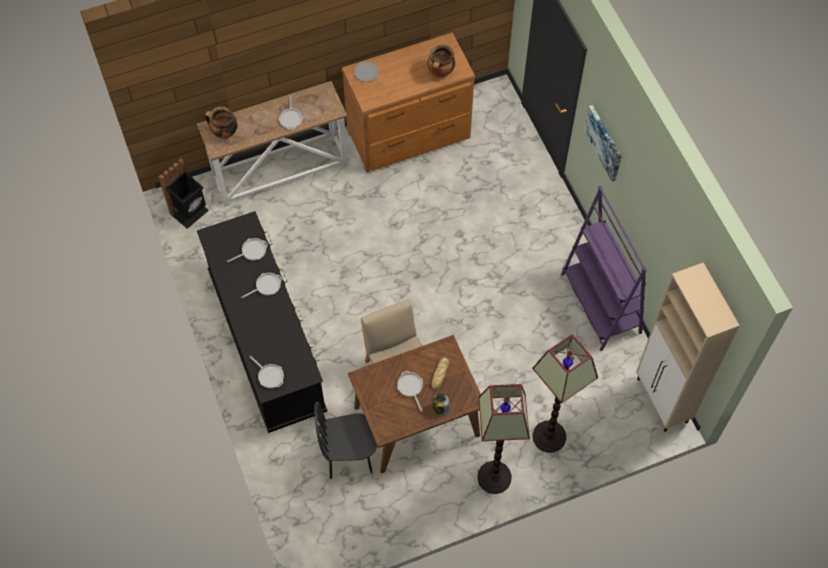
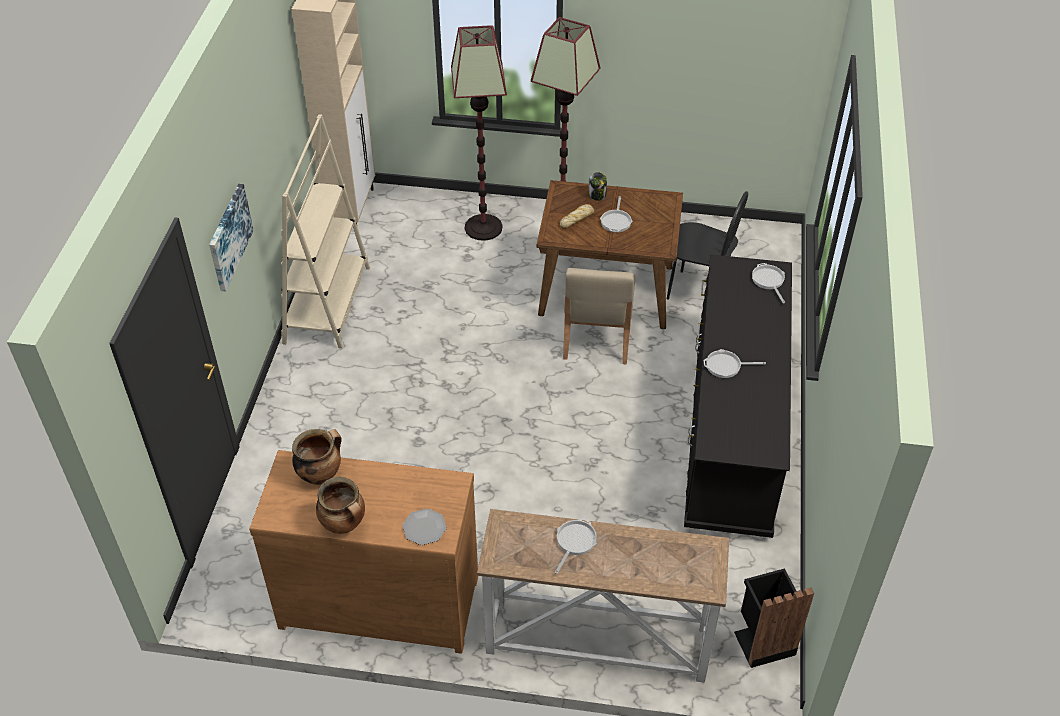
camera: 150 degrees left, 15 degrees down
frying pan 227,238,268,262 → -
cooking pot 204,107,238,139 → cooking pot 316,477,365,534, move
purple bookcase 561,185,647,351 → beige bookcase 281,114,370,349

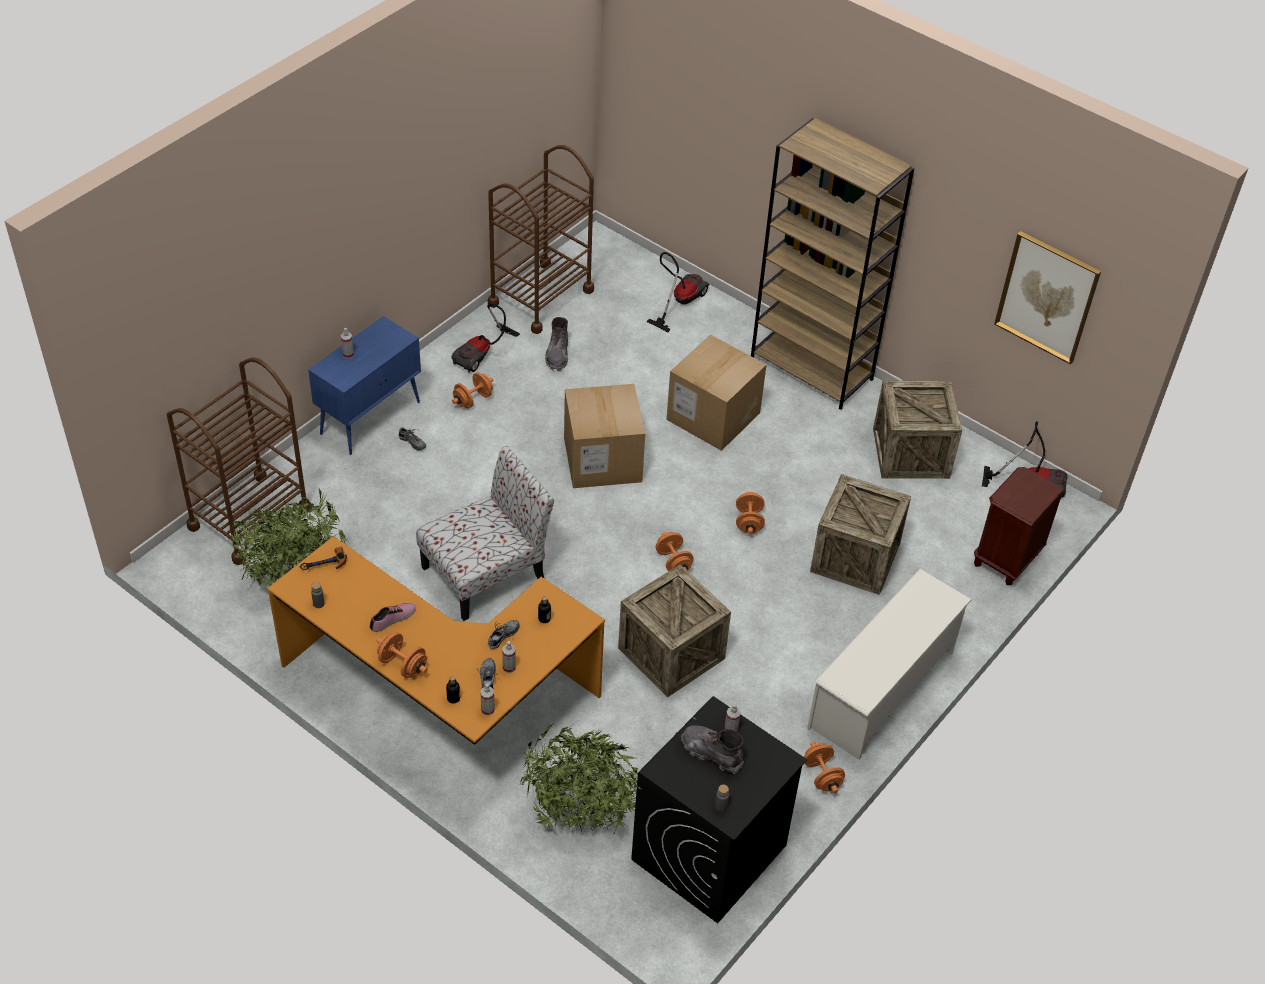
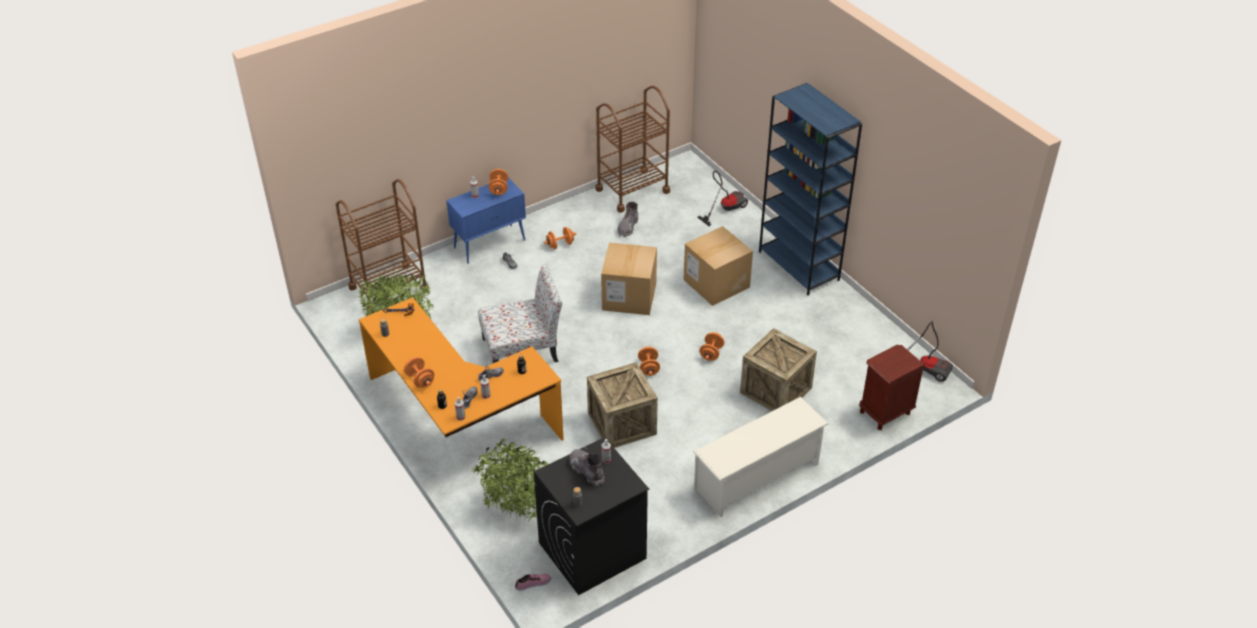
camera: 20 degrees right, 5 degrees down
vacuum cleaner 451,303,520,373 → -
crate 873,380,962,479 → -
picture 994,231,1101,364 → -
shoe 370,603,416,632 → shoe 515,574,551,591, move
orange dumbbell 804,742,845,793 → orange dumbbell 489,169,508,195, move
brown bookcase 751,118,914,410 → blue bookcase 759,83,862,296

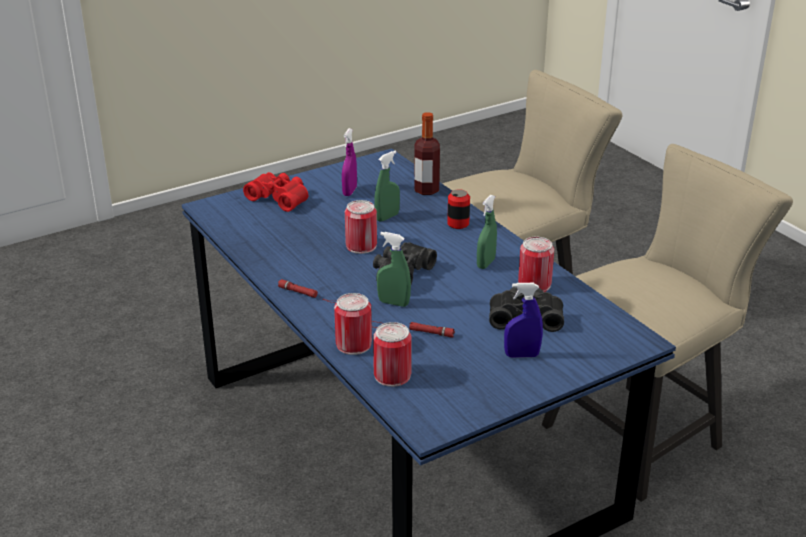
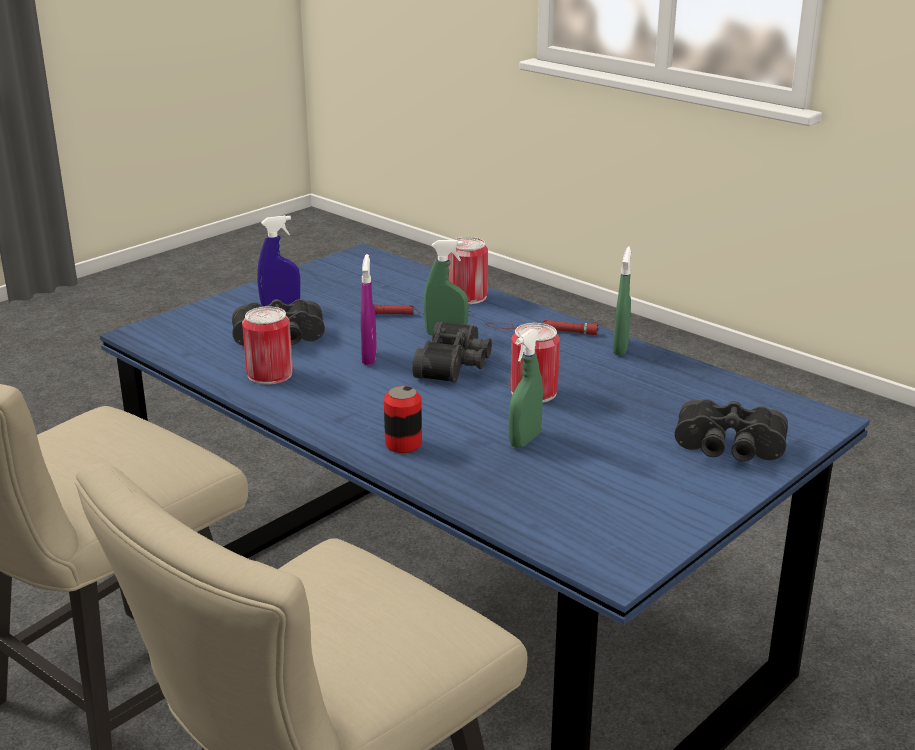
camera: 165 degrees right, 5 degrees down
can 373,322,412,387 → -
bottle 414,112,440,195 → -
purple spray bottle 342,128,357,196 → purple spray bottle 361,254,377,365, move
green spray bottle 477,195,497,269 → green spray bottle 613,247,631,355, move
red binoculars 243,172,308,212 → black binoculars 674,399,788,462

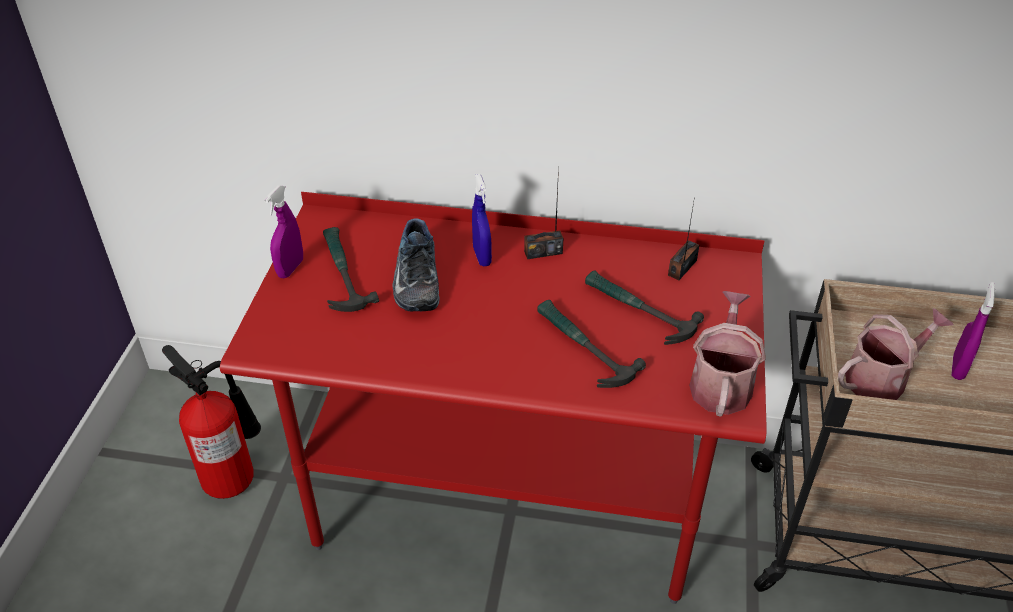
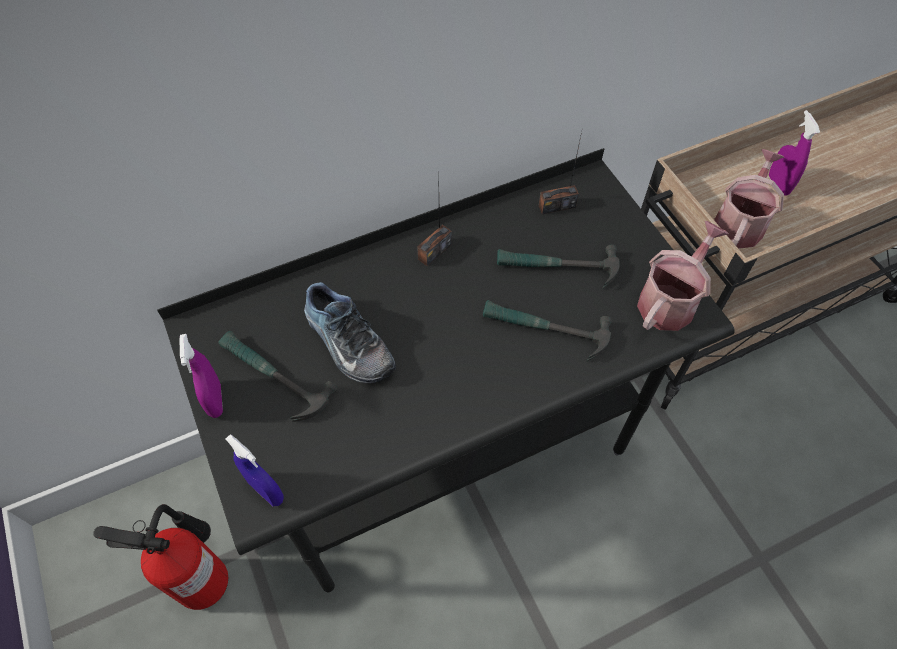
camera: 35 degrees left, 15 degrees up
blue spray bottle 472,174,492,266 → blue spray bottle 226,434,284,506, move
red desk 220,192,767,604 → black desk 157,148,735,592
radio 668,197,699,280 → radio 539,132,582,214, 105 degrees counterclockwise
watering can 689,291,766,417 → watering can 637,221,729,331, 60 degrees clockwise

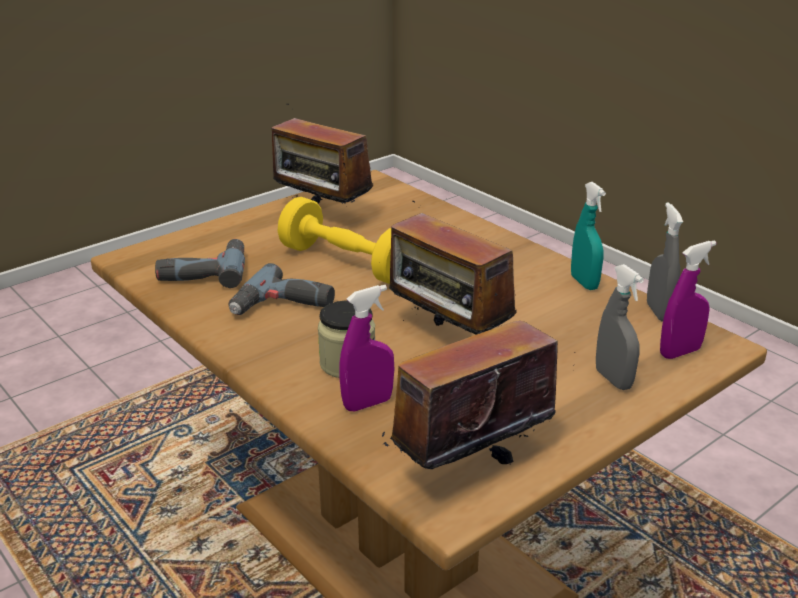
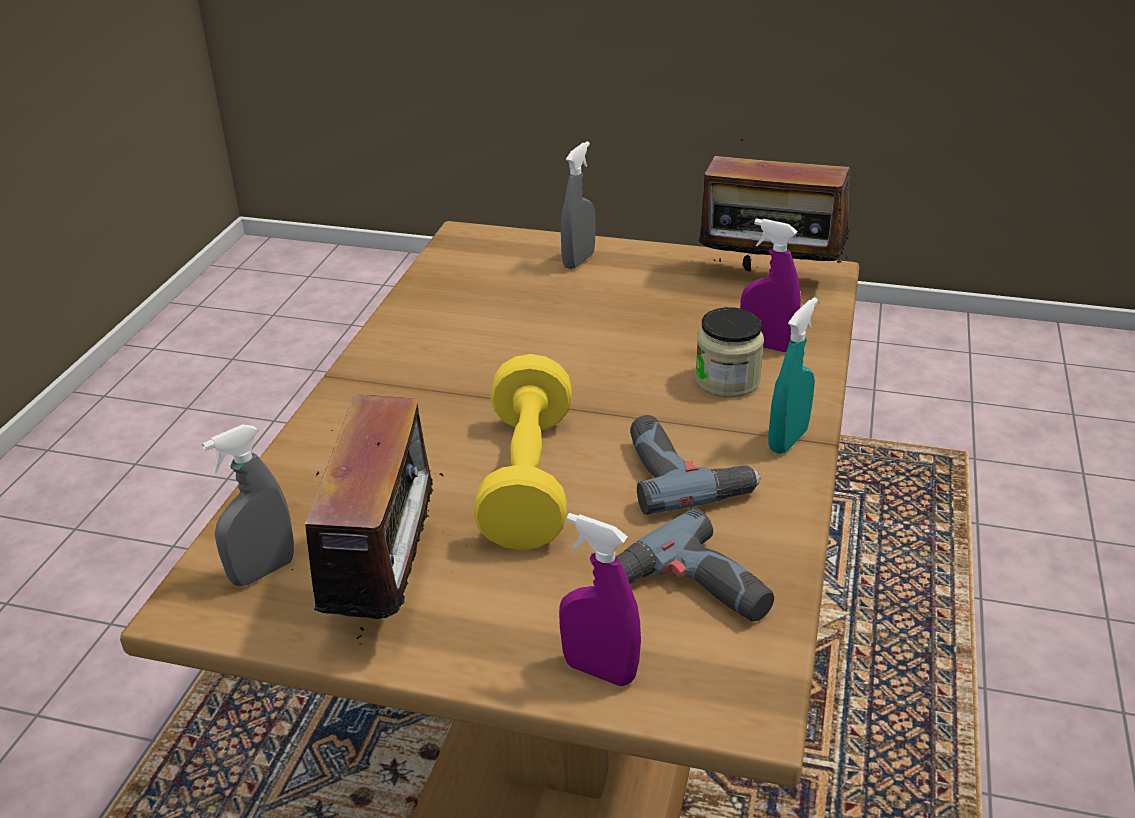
camera: 125 degrees left, 5 degrees up
radio 389,201,517,335 → -
turquoise spray bottle 571,182,606,290 → turquoise spray bottle 768,298,818,454, move
grey spray bottle 647,202,683,322 → grey spray bottle 202,424,294,586, move
purple spray bottle 660,241,716,359 → purple spray bottle 559,513,641,686, move

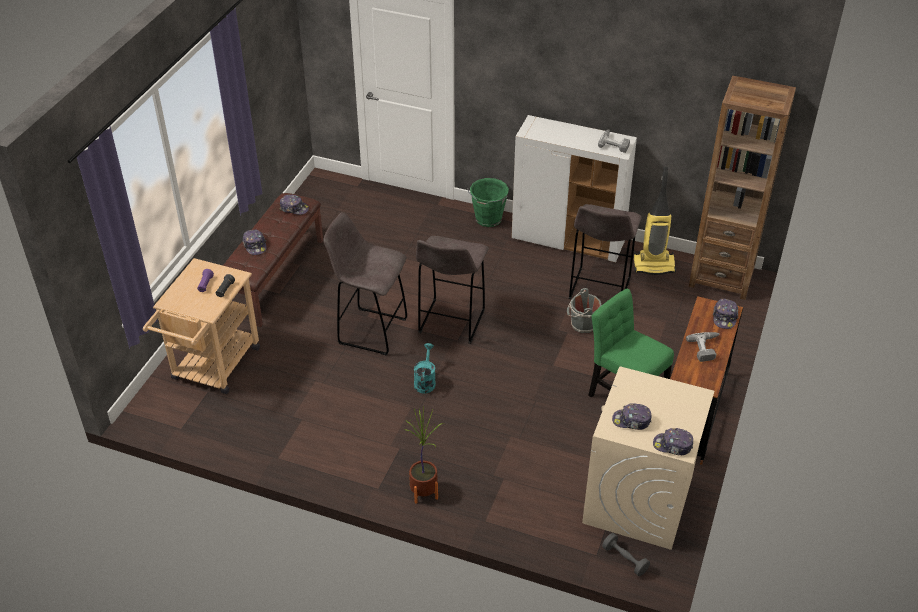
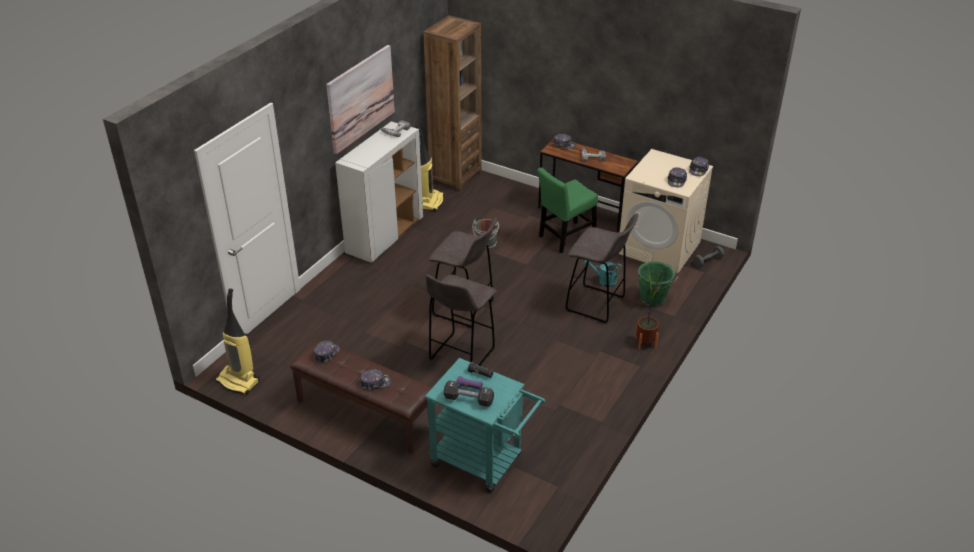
camera: 80 degrees left, 5 degrees down
- → vacuum cleaner 215,288,260,395
- → picture 326,45,395,154
- → black dumbbell 444,380,494,407
turquoise watering can 414,343,436,394 → turquoise watering can 584,260,623,287, move
green bucket 467,178,509,227 → green bucket 638,261,678,307, move
grey stool 569,204,642,299 → grey stool 566,214,638,324, move
beige cart 143,258,260,394 → turquoise cart 424,358,545,493

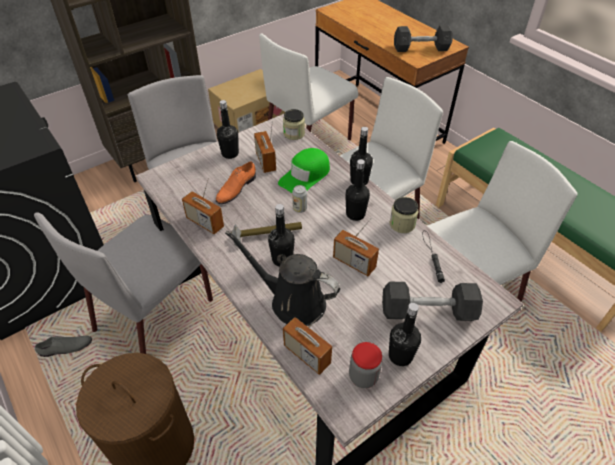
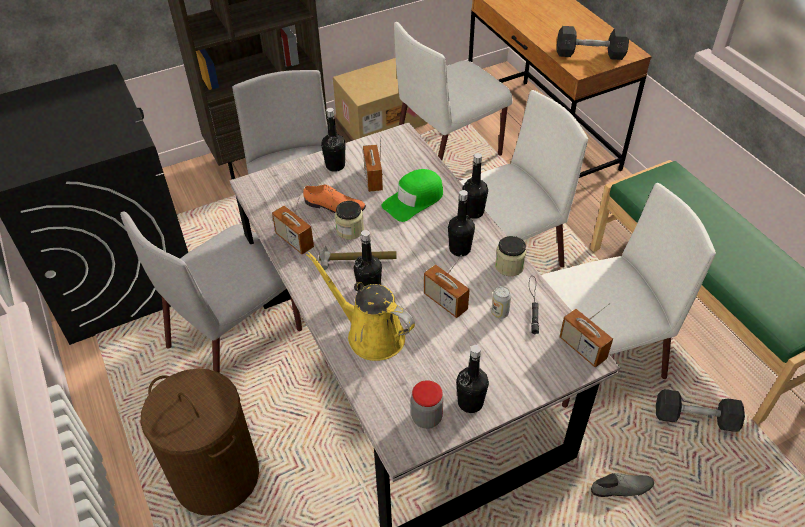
camera: 10 degrees right, 0 degrees up
grey shoe 35,336,92,357 → grey shoe 591,473,654,497, move
jar 283,109,305,140 → jar 335,201,364,240, move
radio 283,313,332,375 → radio 560,303,613,367, move
can 292,185,307,213 → can 491,286,511,319, move
grey dumbbell 382,282,483,321 → grey dumbbell 656,389,745,432, move
black watering can 225,230,340,326 → yellow watering can 306,252,415,361
orange shoe 216,161,256,204 → orange shoe 303,184,366,213, 120 degrees counterclockwise

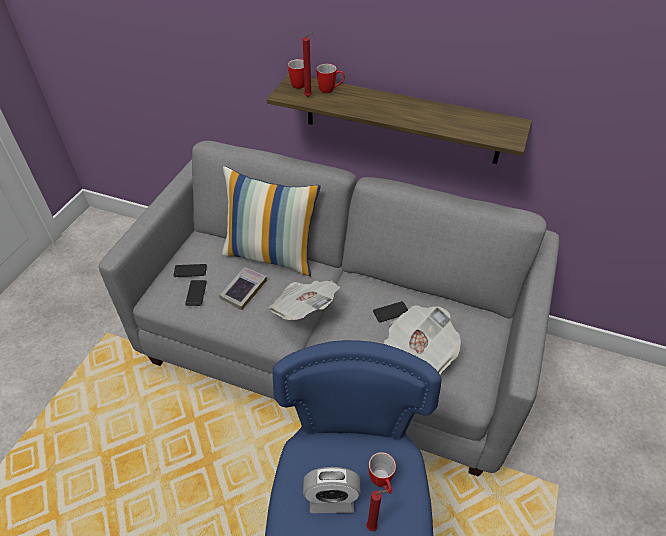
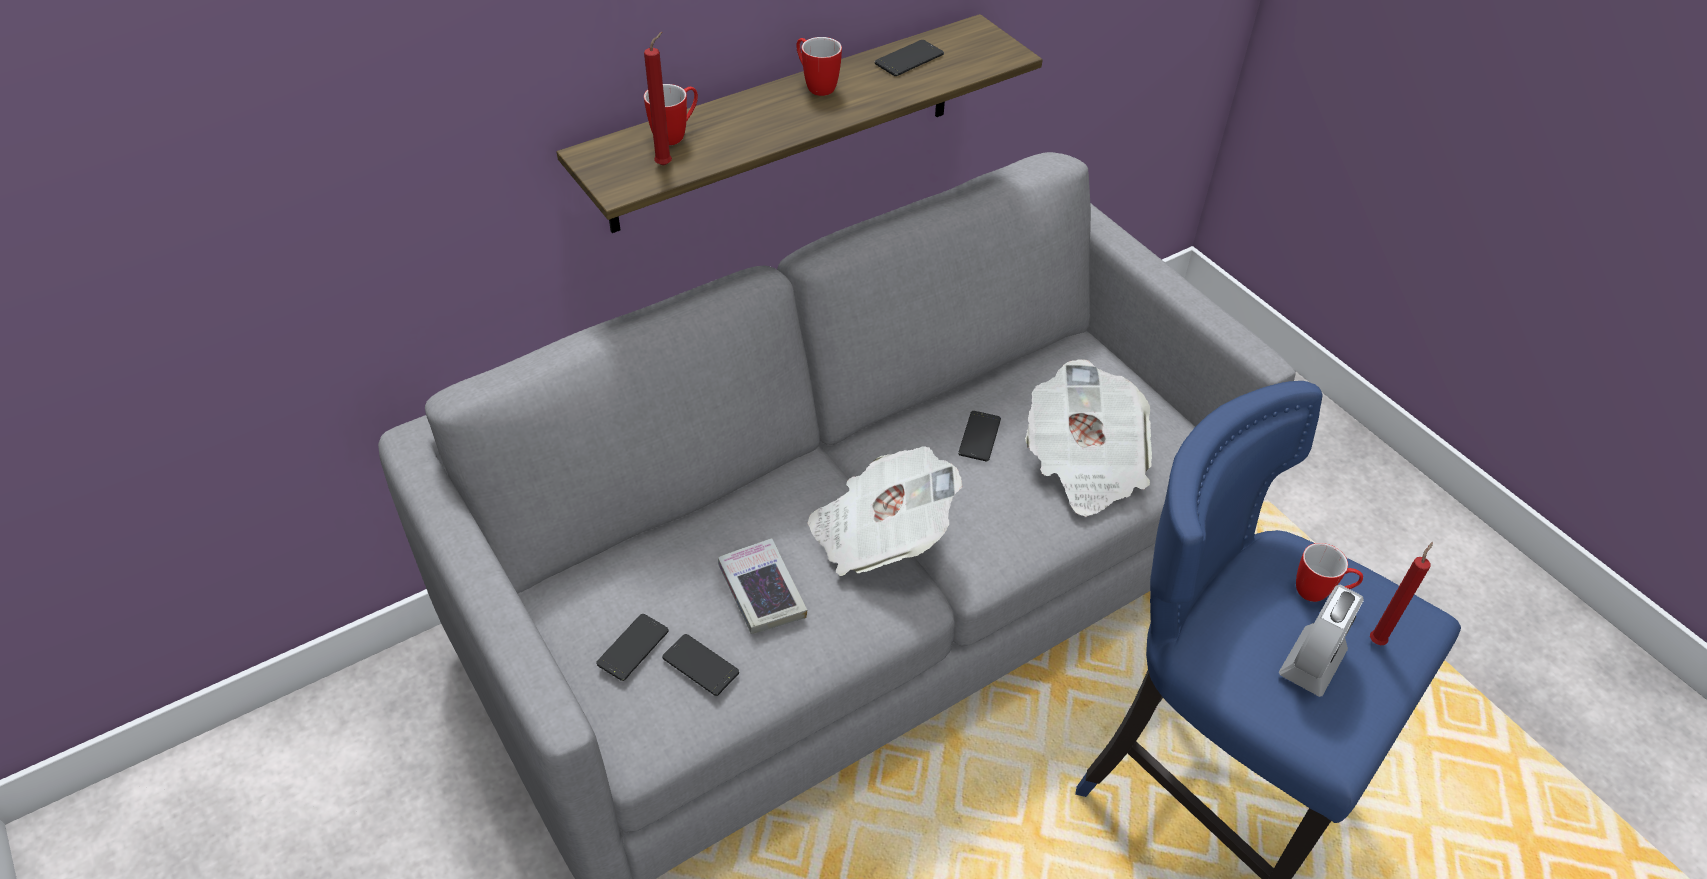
camera: 55 degrees left, 0 degrees up
pillow 222,166,321,276 → -
- → phone 875,40,944,76
mug 288,58,305,89 → mug 796,37,842,96, move

